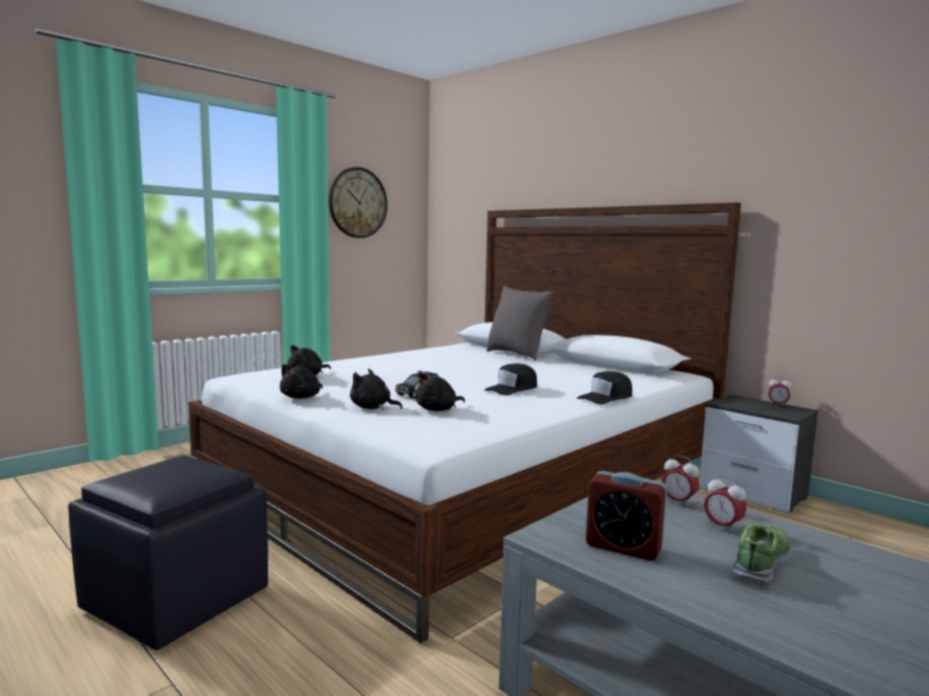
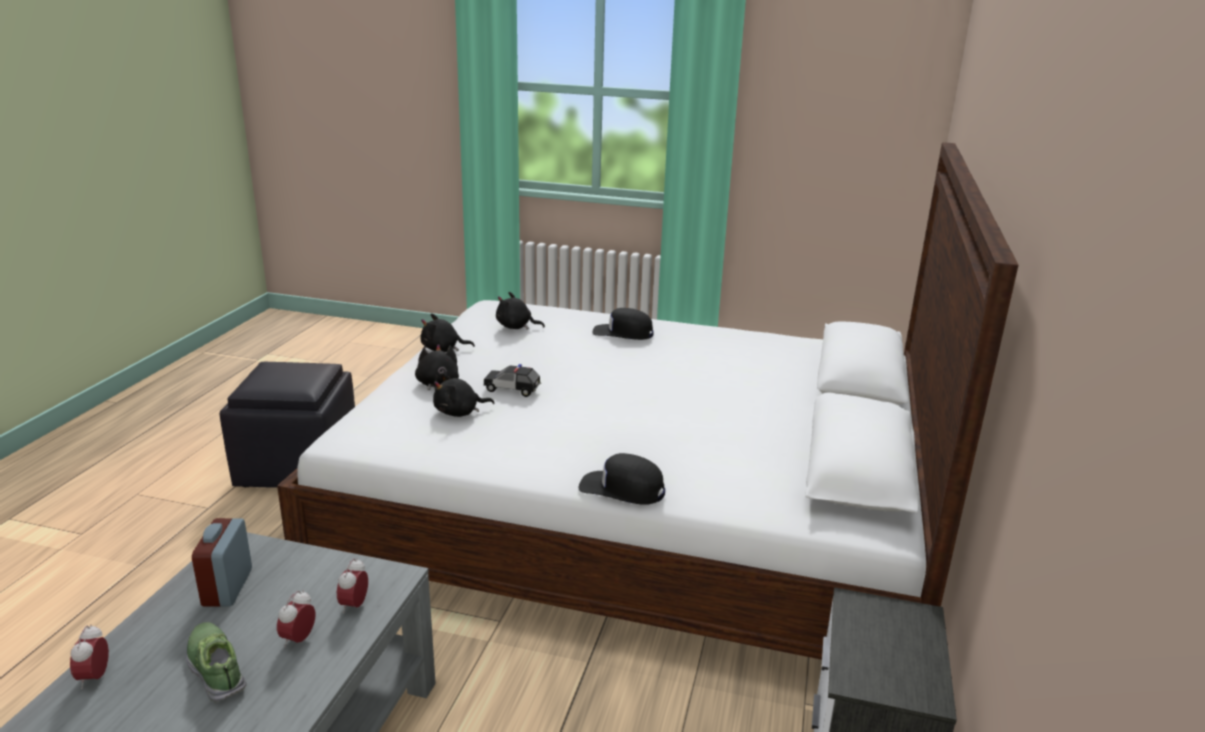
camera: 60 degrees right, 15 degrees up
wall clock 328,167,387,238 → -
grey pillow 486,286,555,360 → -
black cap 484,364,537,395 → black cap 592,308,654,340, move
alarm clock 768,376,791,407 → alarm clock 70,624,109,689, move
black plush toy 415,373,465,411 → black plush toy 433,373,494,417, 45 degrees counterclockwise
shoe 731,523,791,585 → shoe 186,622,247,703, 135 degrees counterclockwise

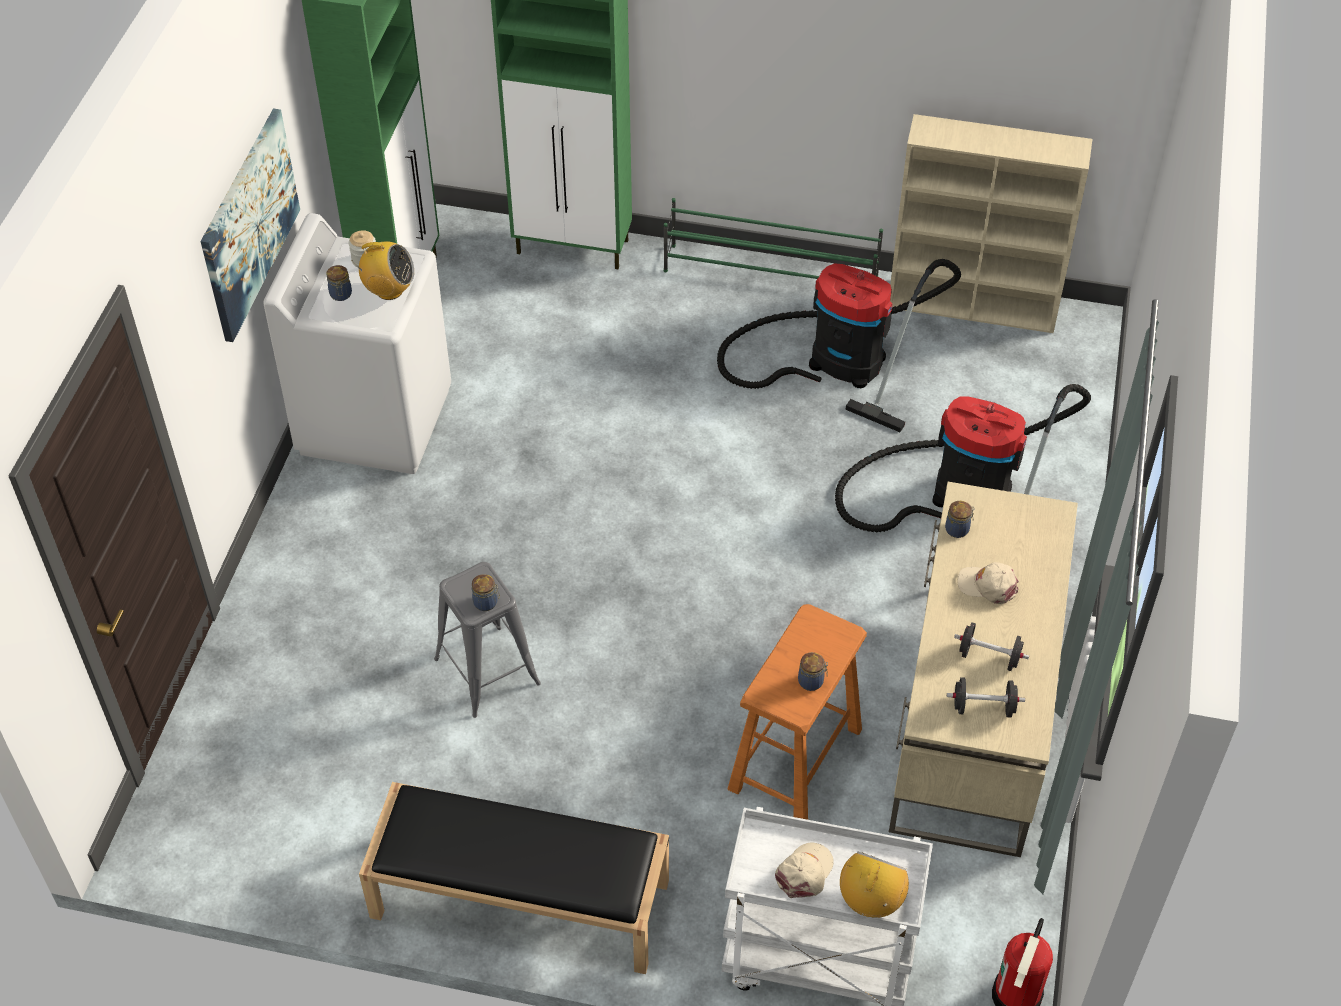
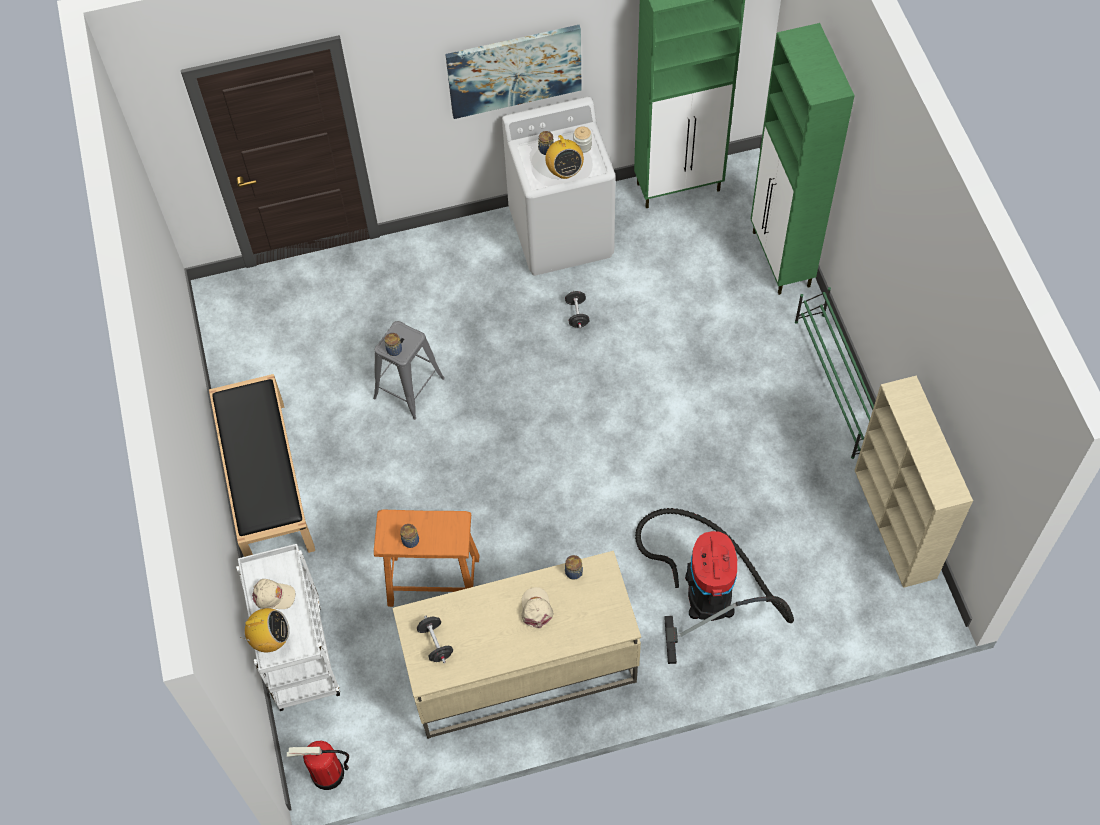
camera: 65 degrees right, 10 degrees up
vacuum cleaner 717,259,961,432 → -
black dumbbell 954,622,1029,671 → black dumbbell 565,291,589,328, move

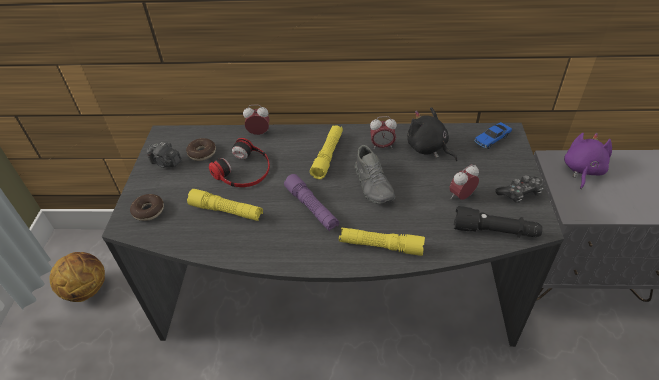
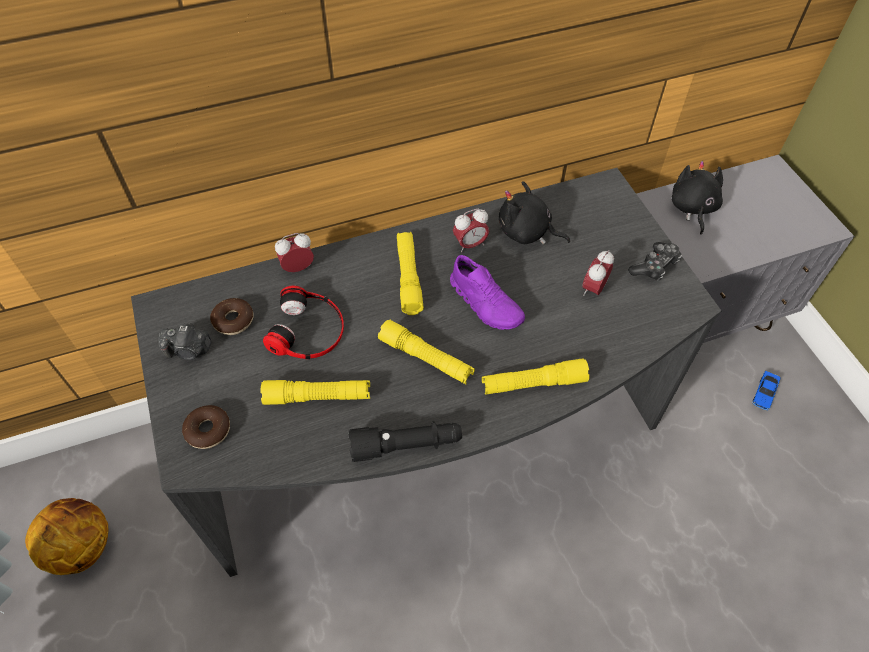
camera: 25 degrees left, 10 degrees up
black flashlight 453,206,543,238 → black flashlight 348,421,462,462, move
toy car 474,122,512,149 → toy car 752,371,781,410, move
purple flashlight 284,174,339,231 → yellow flashlight 378,320,475,384
grey shoe 355,145,395,204 → purple shoe 450,255,525,330
purple plush toy 564,133,612,189 → black plush toy 672,161,723,235

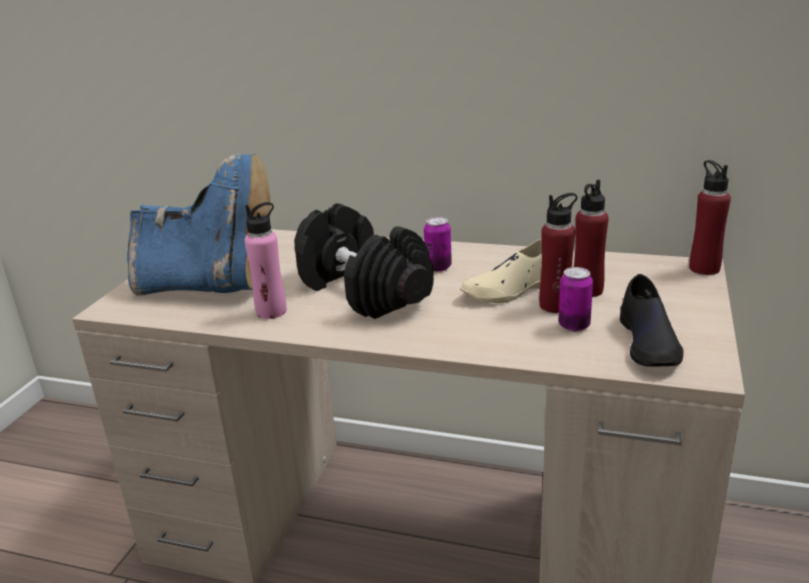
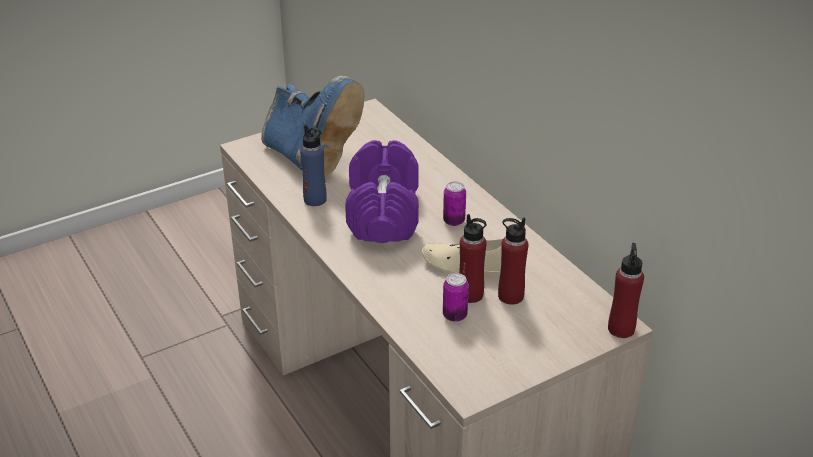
camera: 40 degrees right, 10 degrees up
black shoe 620,274,684,367 → -
pink bottle 245,202,287,319 → blue bottle 300,125,327,206
black dumbbell 295,203,434,319 → purple dumbbell 345,140,419,243

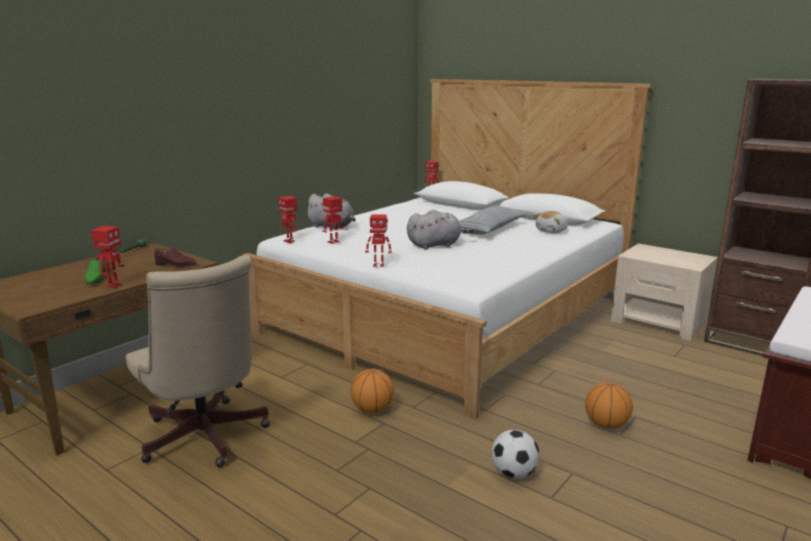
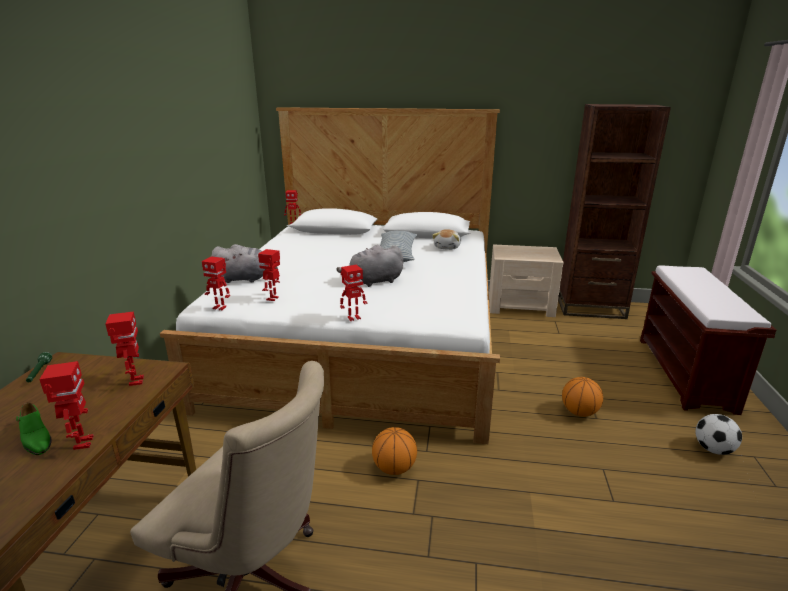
camera: 30 degrees left, 5 degrees up
football 491,430,539,479 → football 695,414,742,455, move
brown shoe 154,247,197,267 → toy robot 105,311,144,386
grey plush toy 407,210,473,250 → grey plush toy 337,245,403,287, 150 degrees counterclockwise

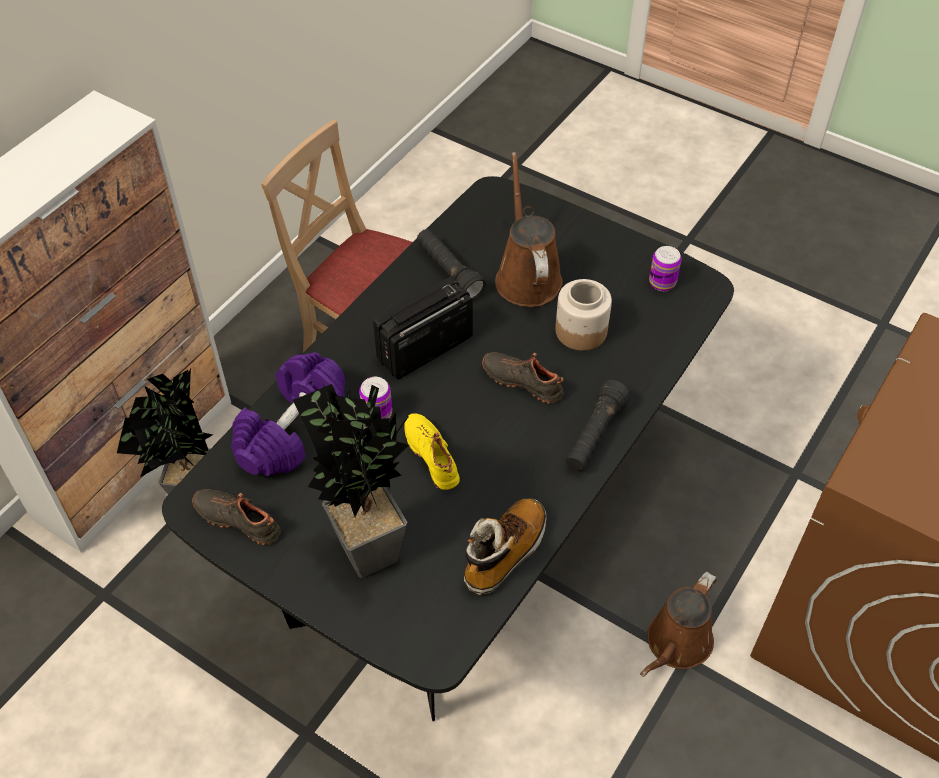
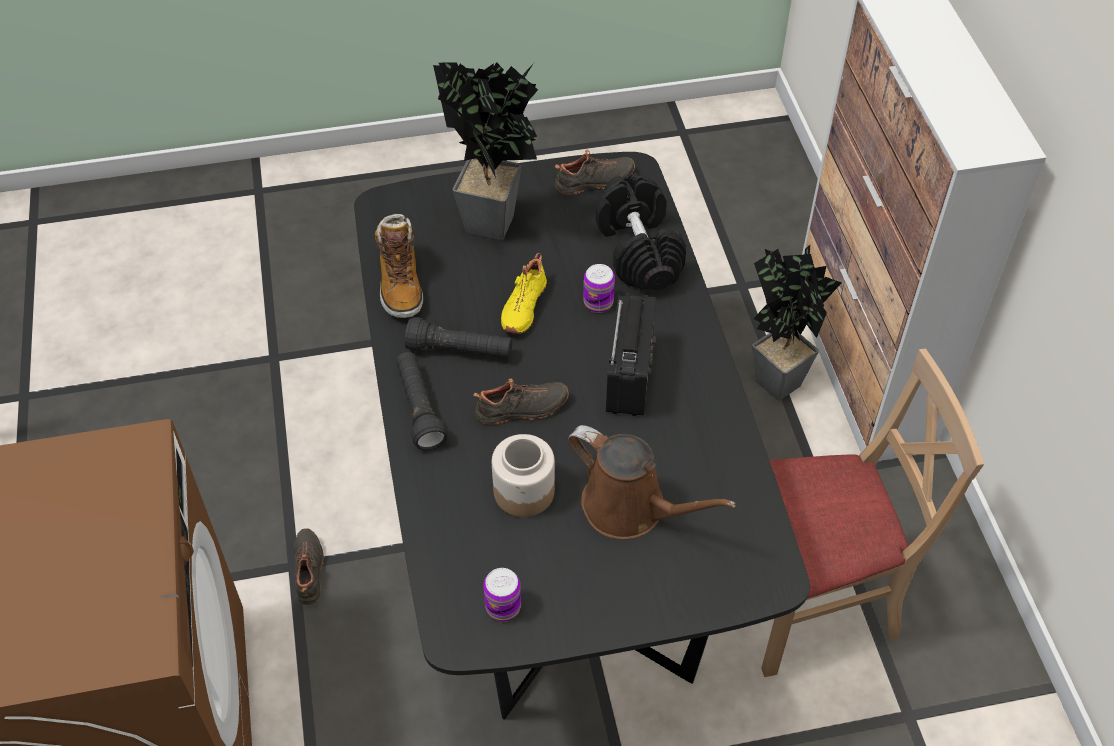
camera: 135 degrees right, 0 degrees up
black flashlight 417,229,486,300 → black flashlight 405,317,512,358, move
brown watering can 640,572,717,677 → black shoe 294,528,324,605
purple dumbbell 231,352,345,476 → black dumbbell 596,173,686,290
yellow shoe 404,413,460,490 → yellow shoe 501,253,547,334, 90 degrees clockwise

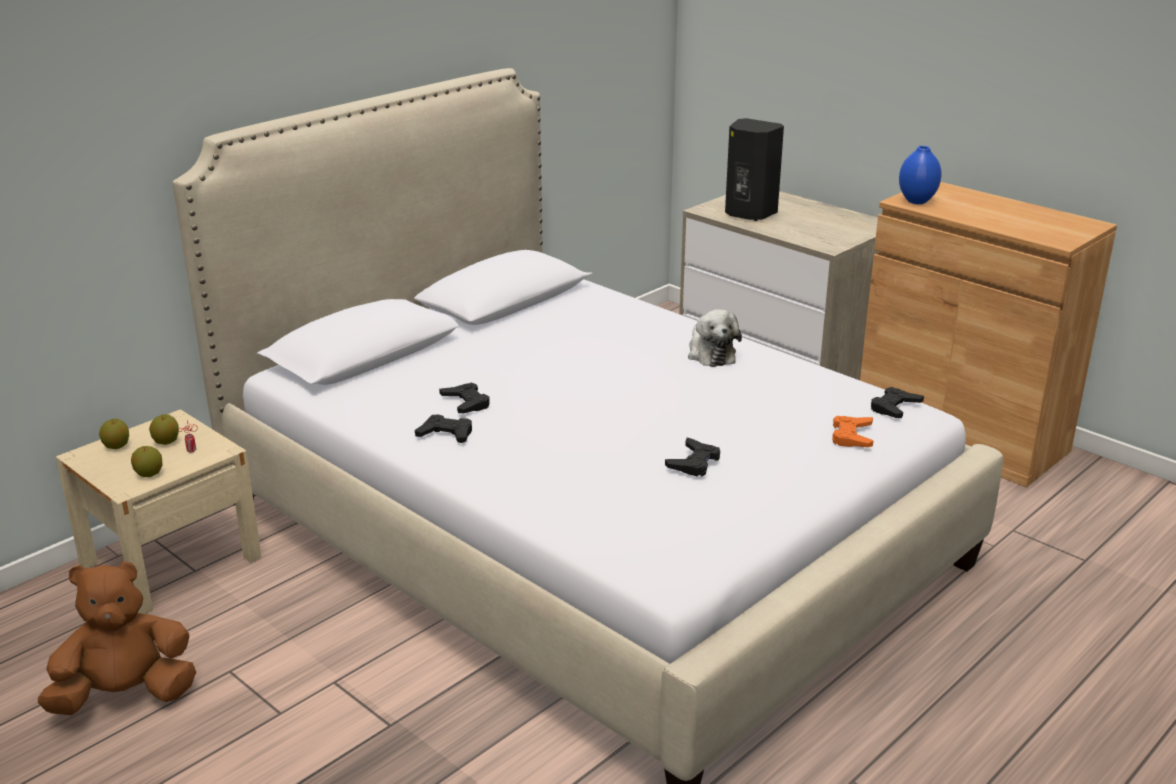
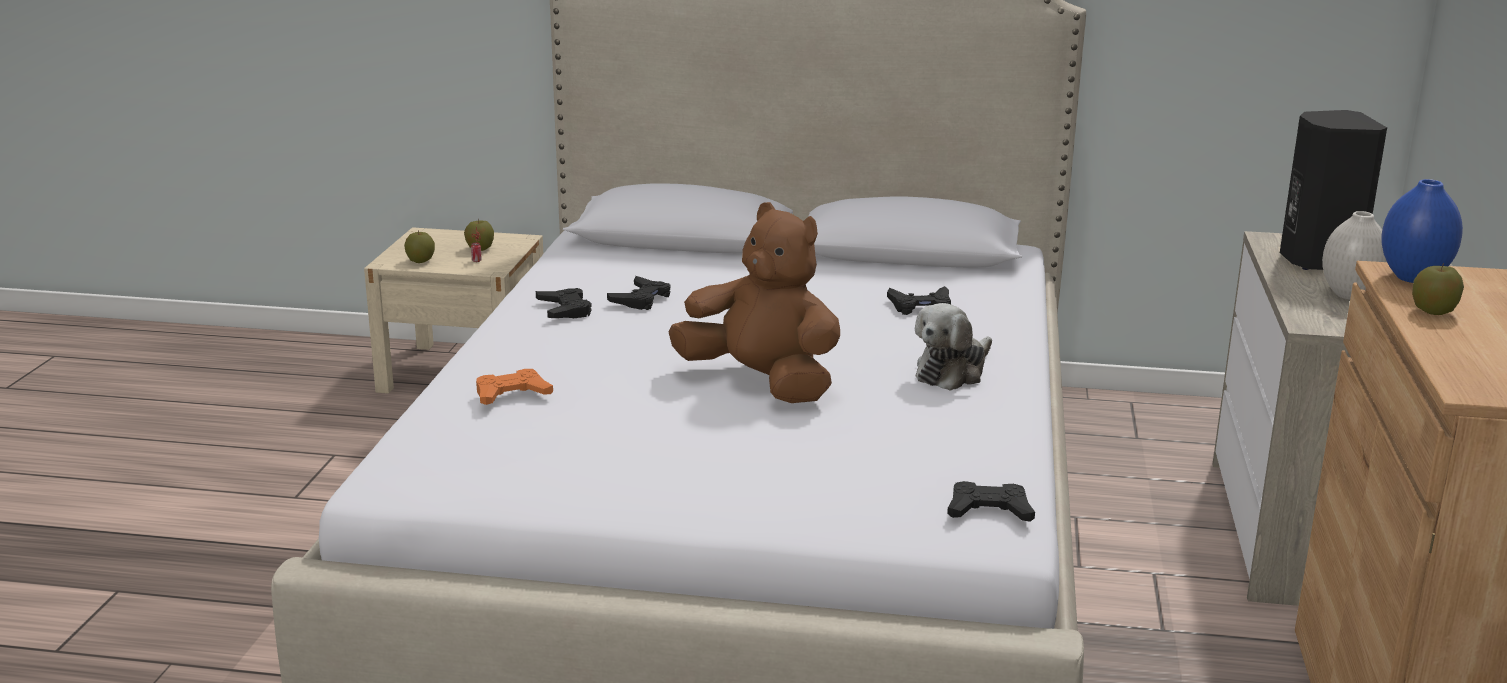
camera: 55 degrees right, 5 degrees down
- → white vase 1322,211,1387,300
brown plush toy 38,561,196,715 → brown plush toy 668,202,840,403, move
apple 99,419,129,449 → apple 1412,263,1464,315, move
black game controller 665,438,720,477 → black game controller 887,286,951,315, move
orange game controller 832,416,873,447 → orange game controller 476,369,553,405, move

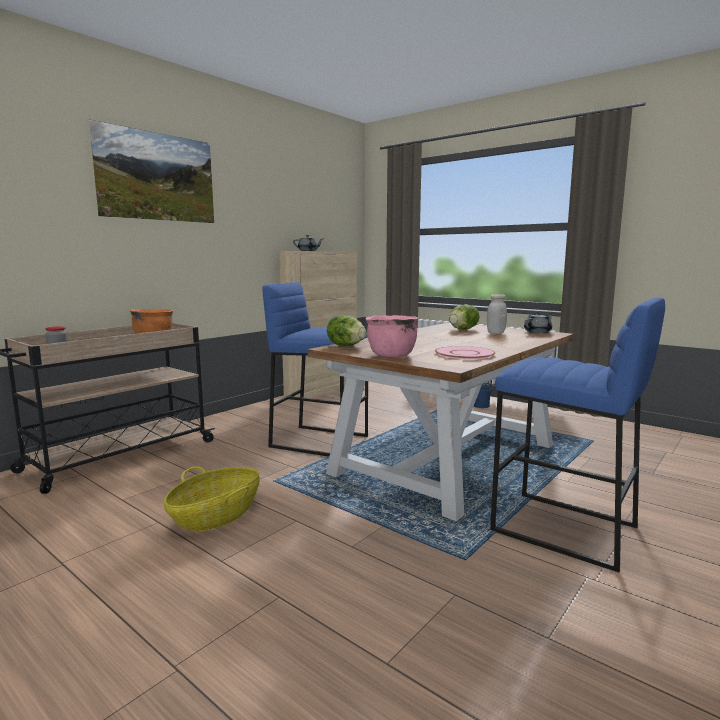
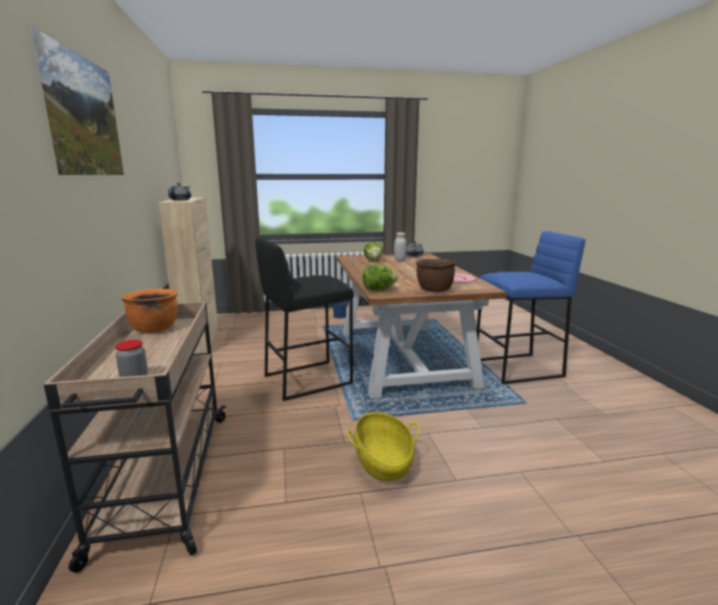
camera: 50 degrees left, 5 degrees up
blue stool 262,282,368,456 → black stool 255,238,354,401
pink cooking pot 365,315,419,357 → brown cooking pot 416,258,456,292

